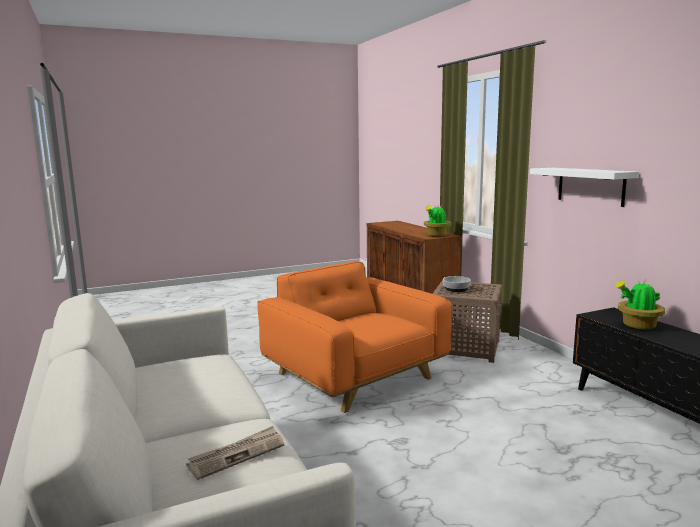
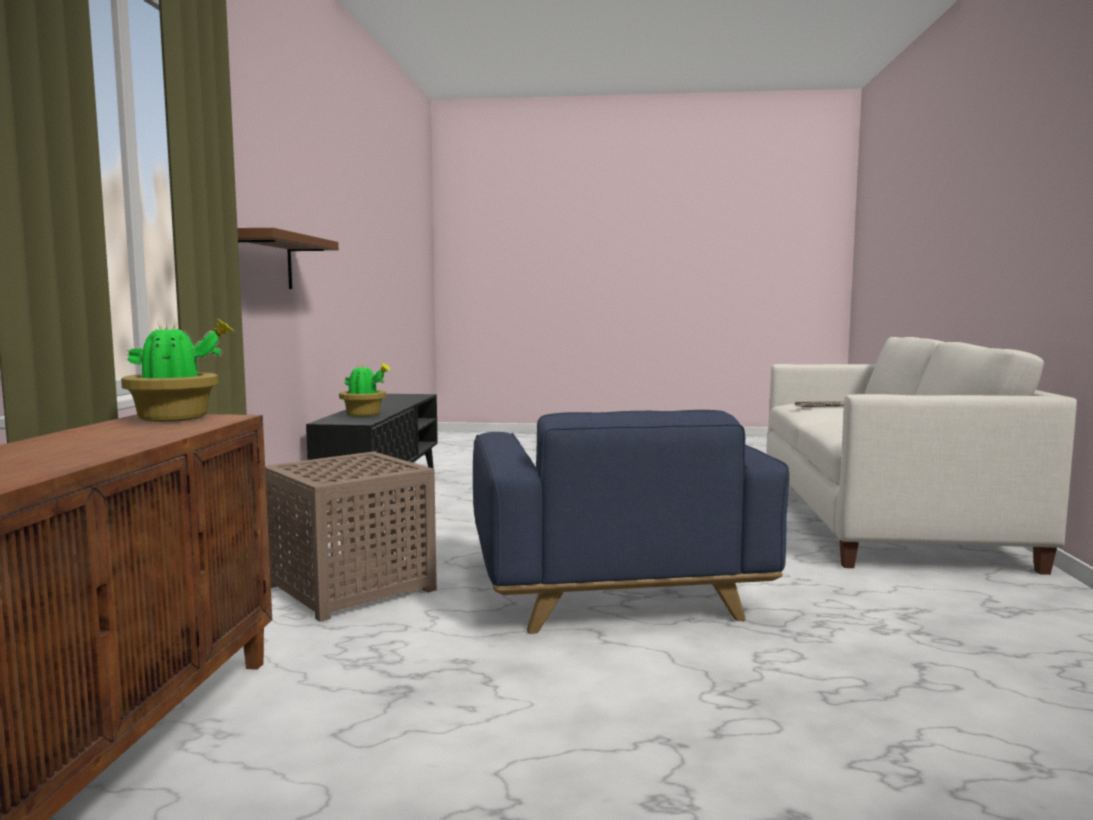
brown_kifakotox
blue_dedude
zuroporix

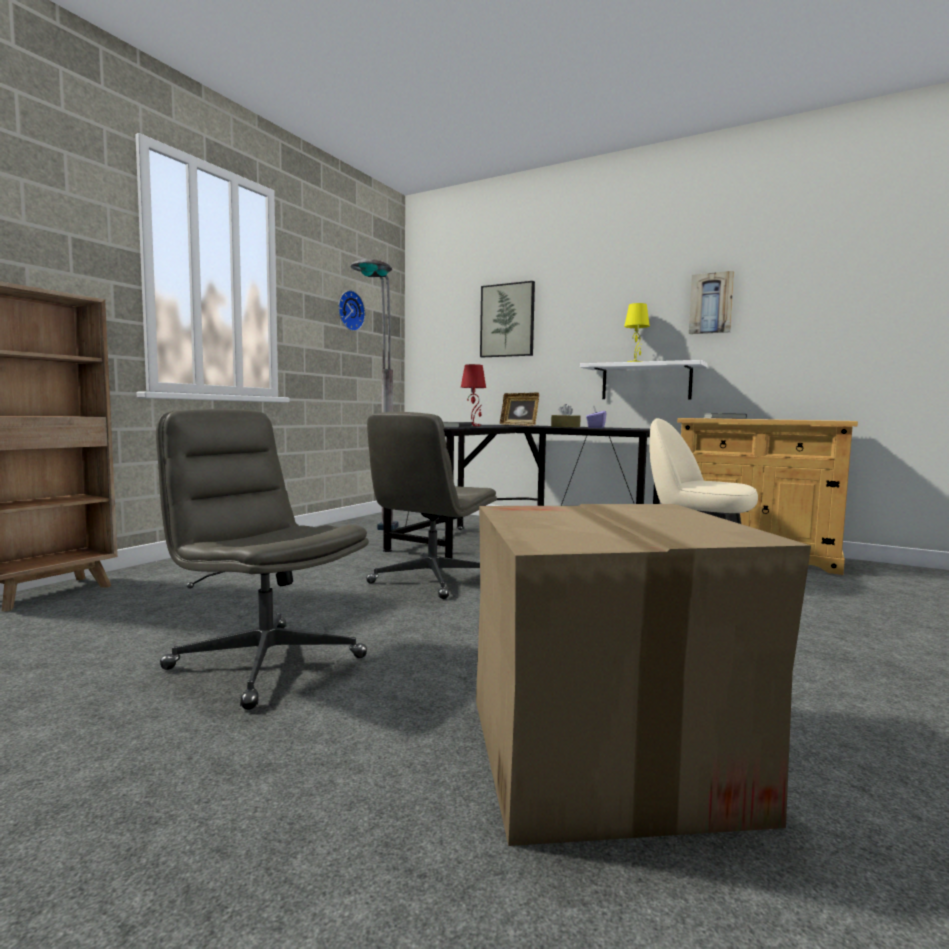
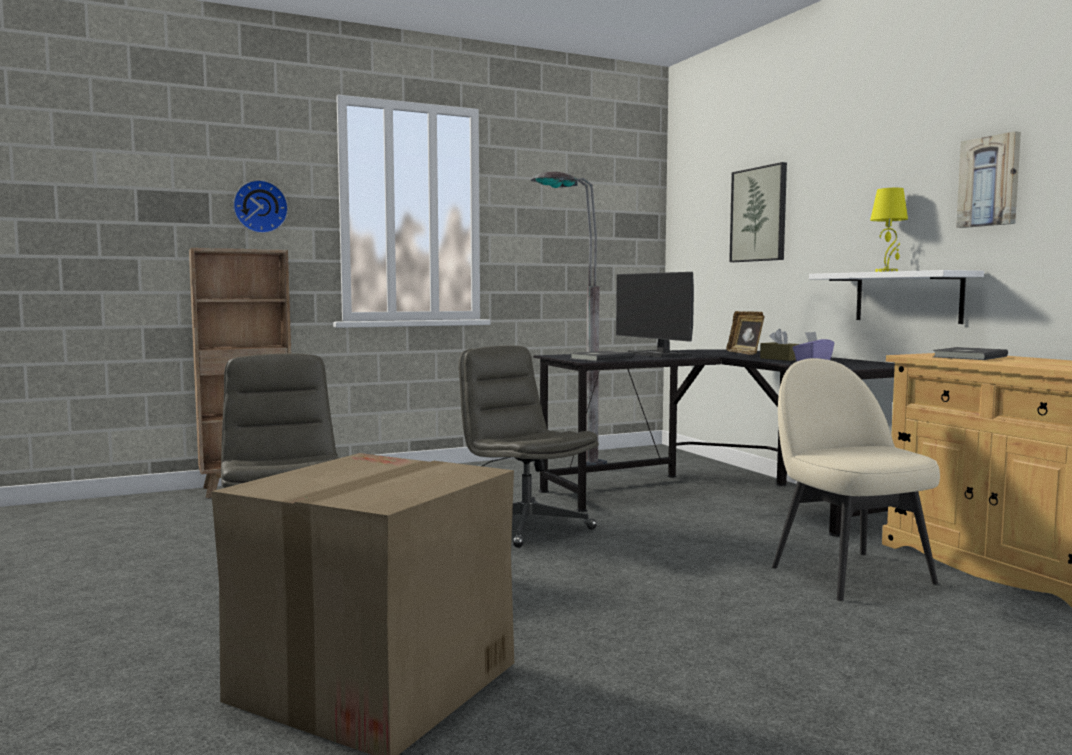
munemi
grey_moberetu (2nd from left)
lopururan

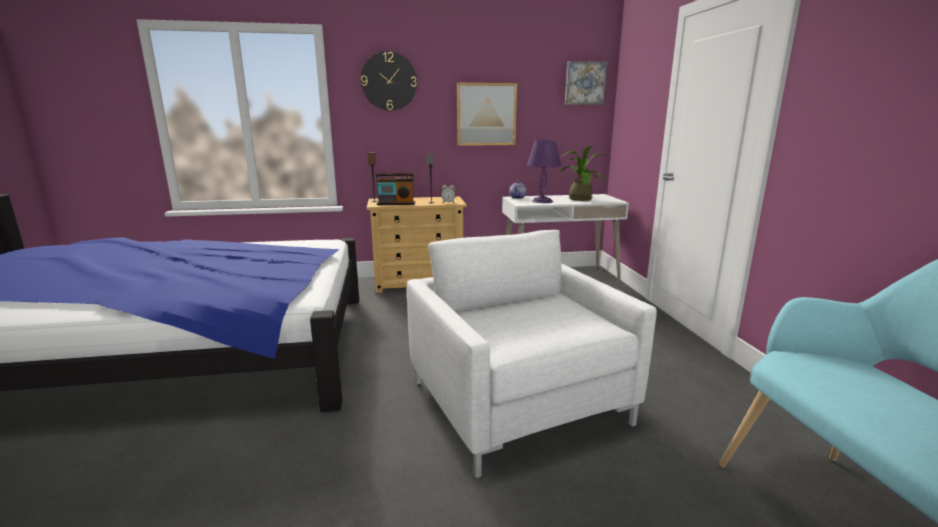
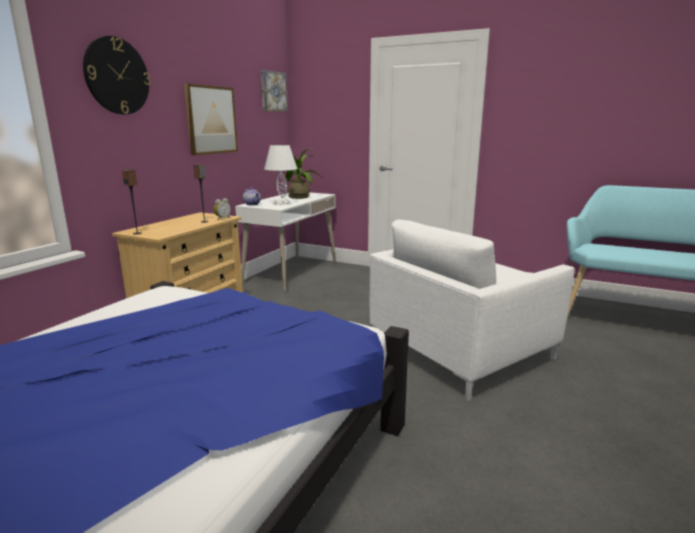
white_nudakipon
white_dedude
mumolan

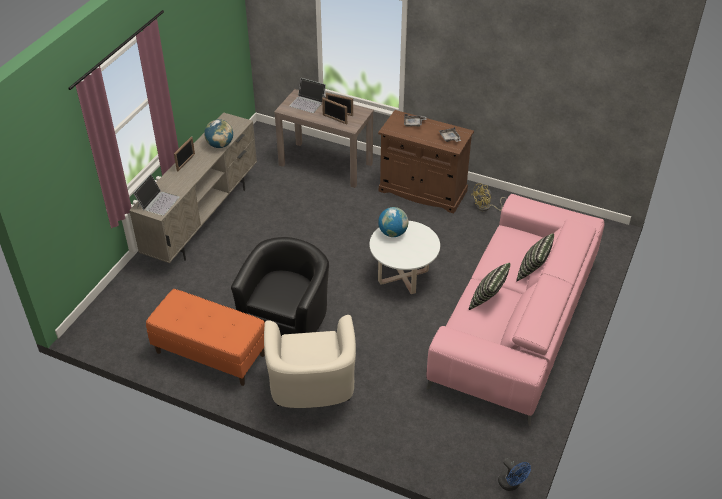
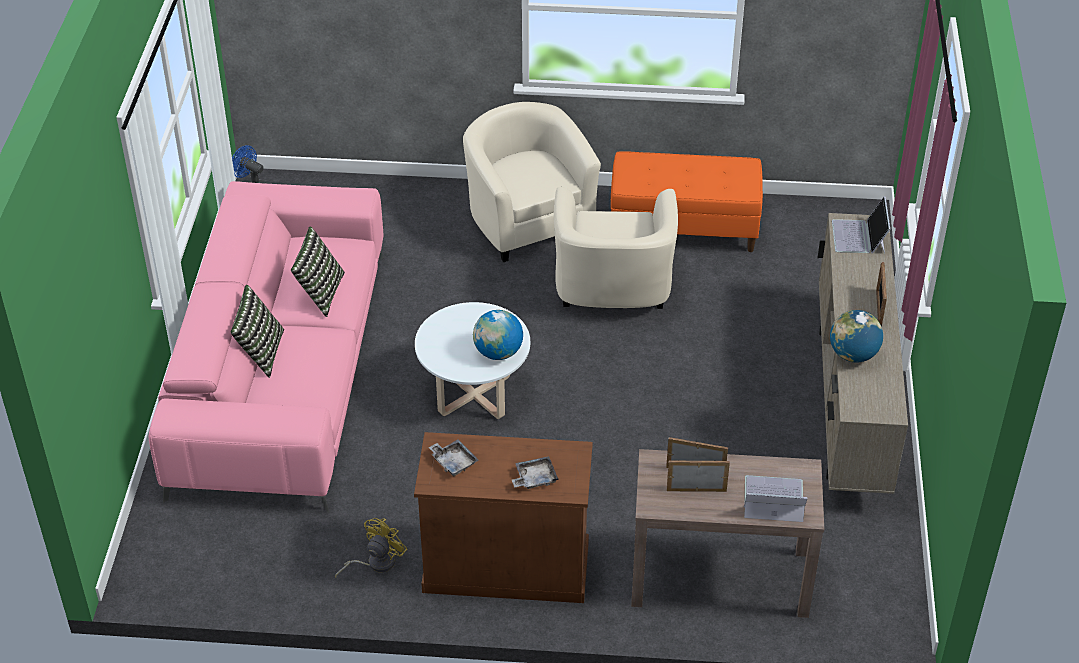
beige_dedude (2nd from left)

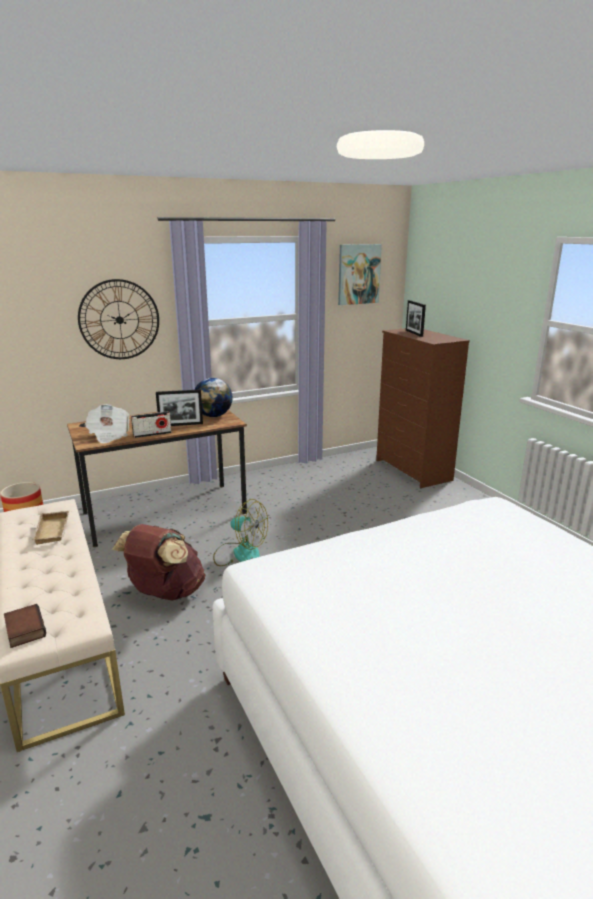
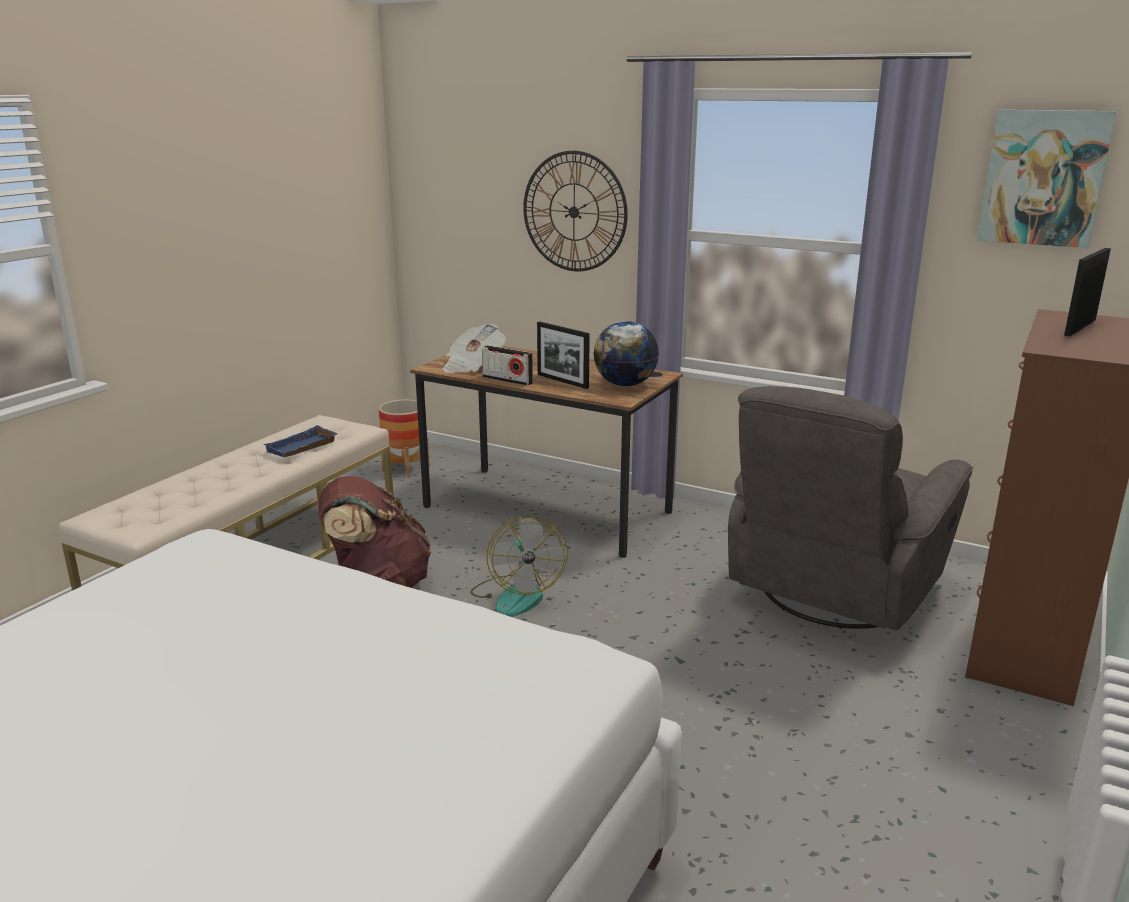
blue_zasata
grey_dedude
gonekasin

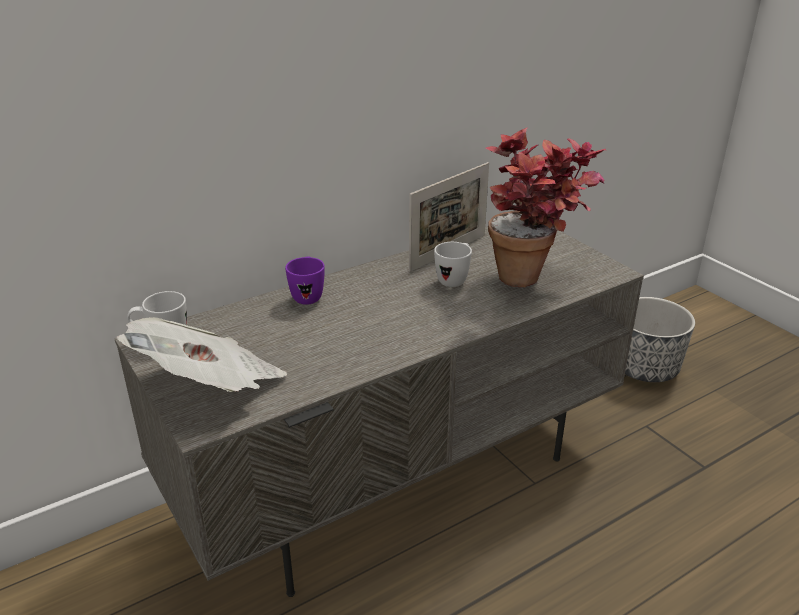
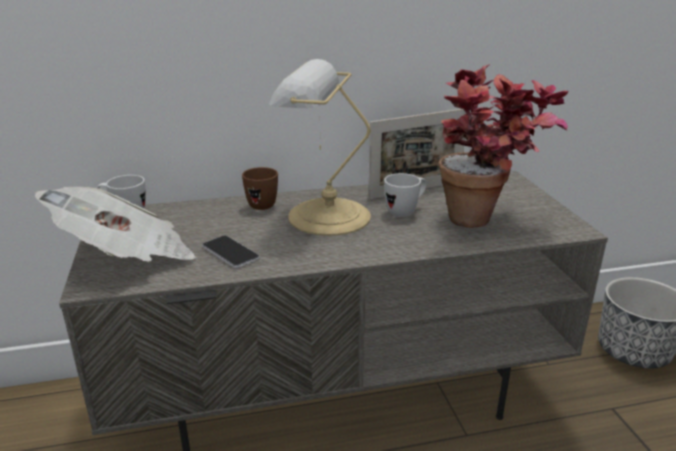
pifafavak
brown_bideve
nudakipon

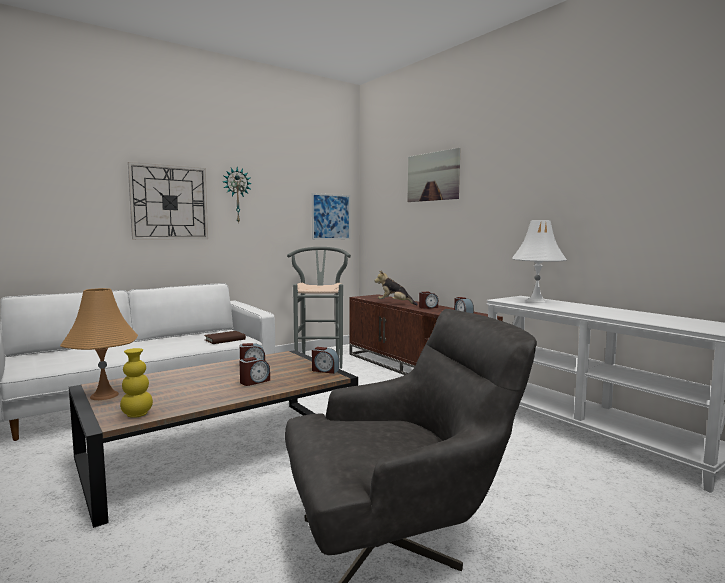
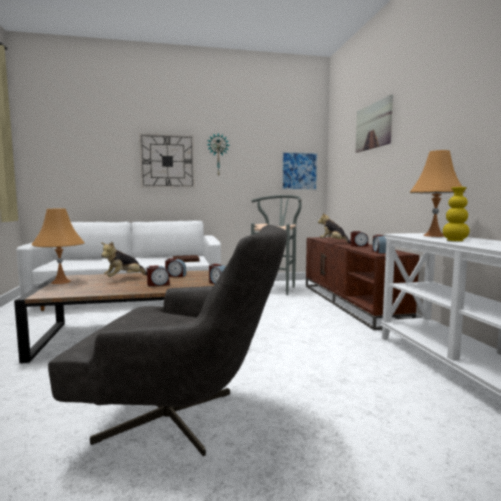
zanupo (1st from left)
orange_nudakipon (2nd from left)
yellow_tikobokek

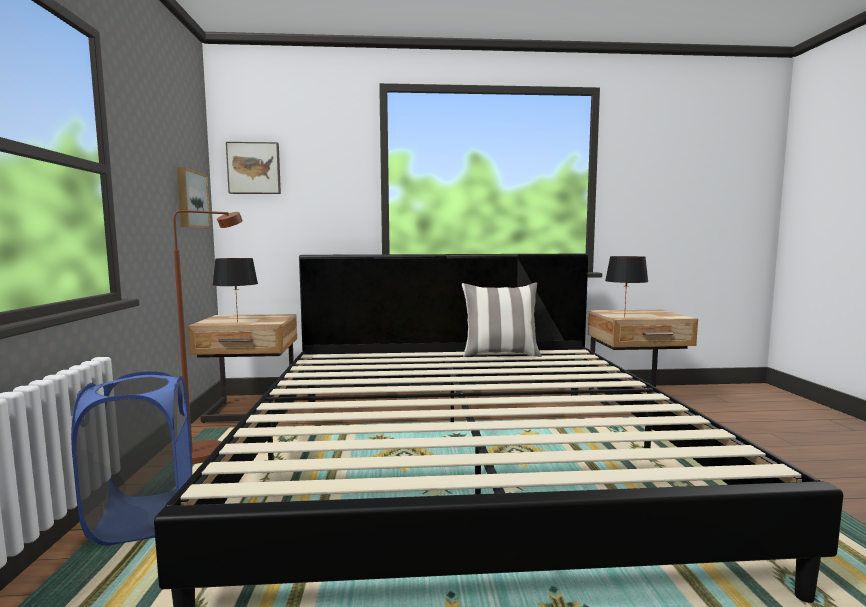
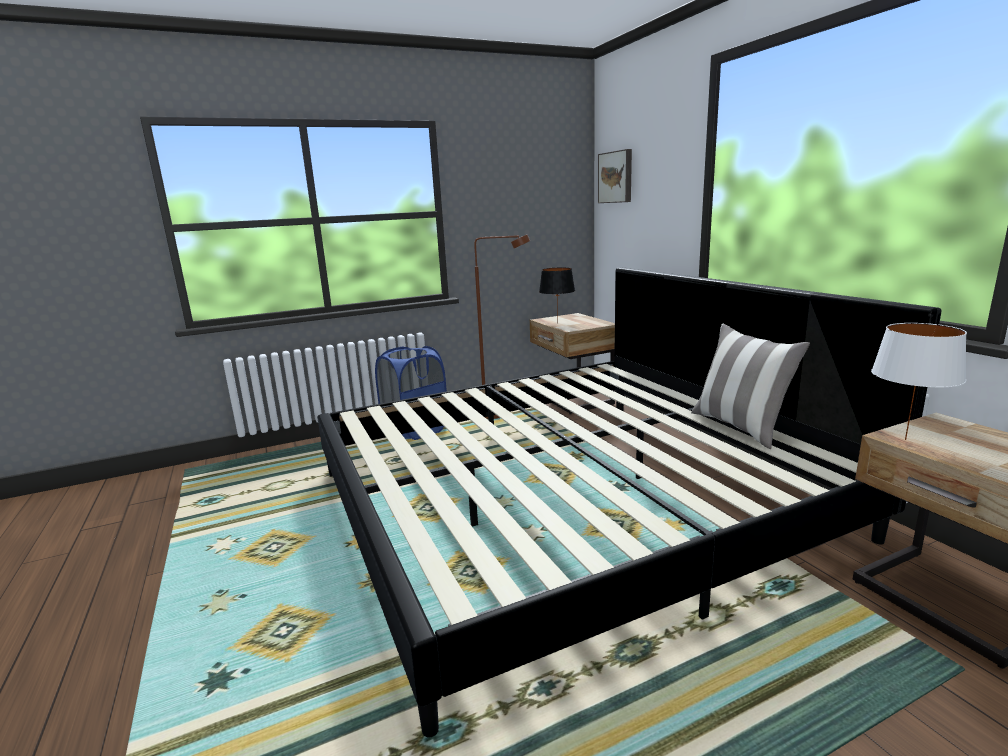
white_nudakipon
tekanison (1st from left in the first image)

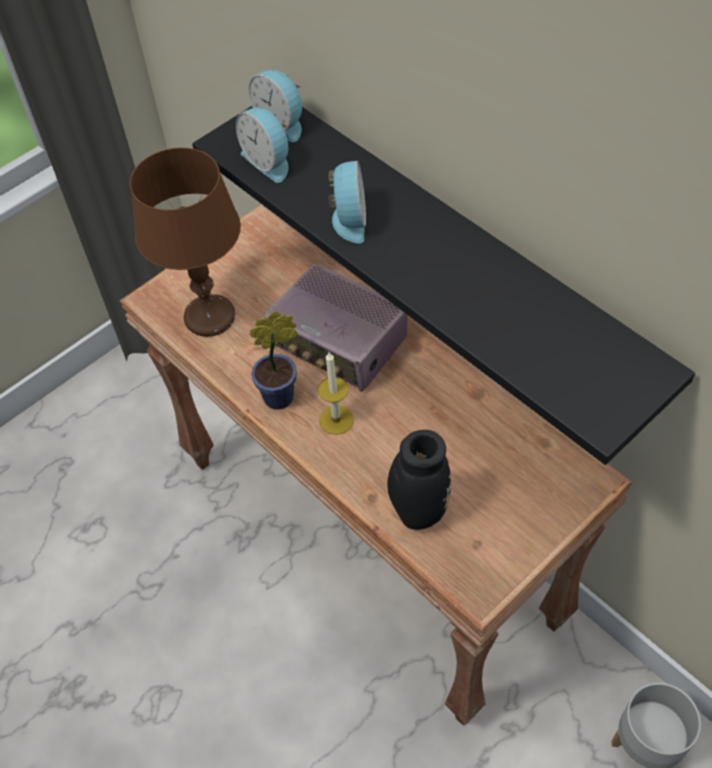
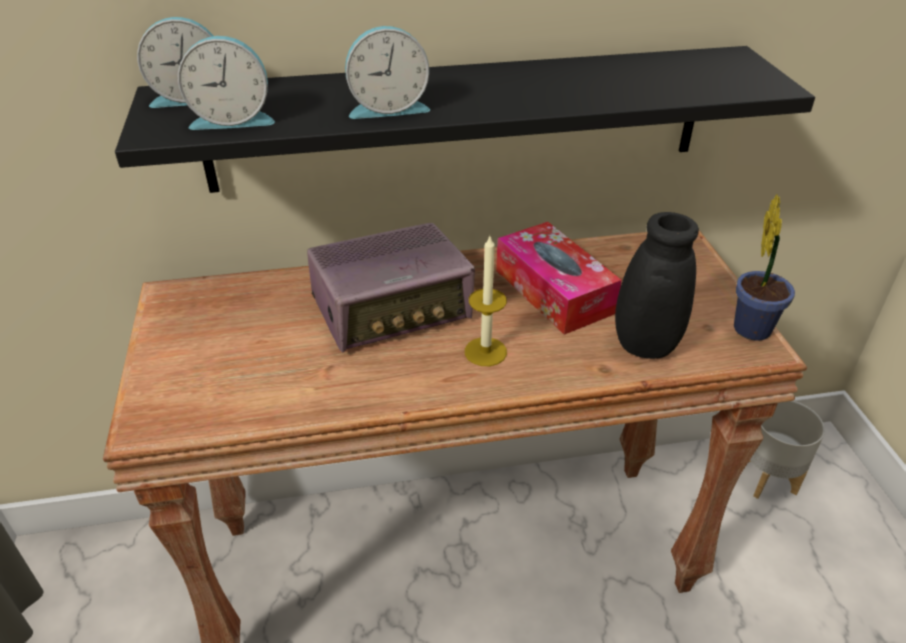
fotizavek (3rd from left)
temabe
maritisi
brown_nudakipon

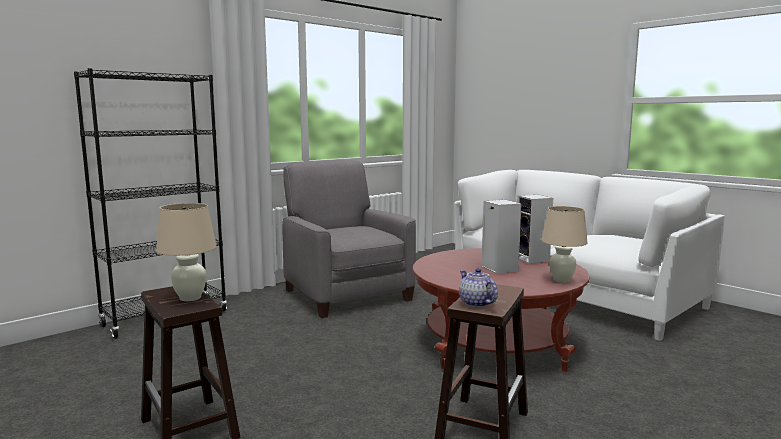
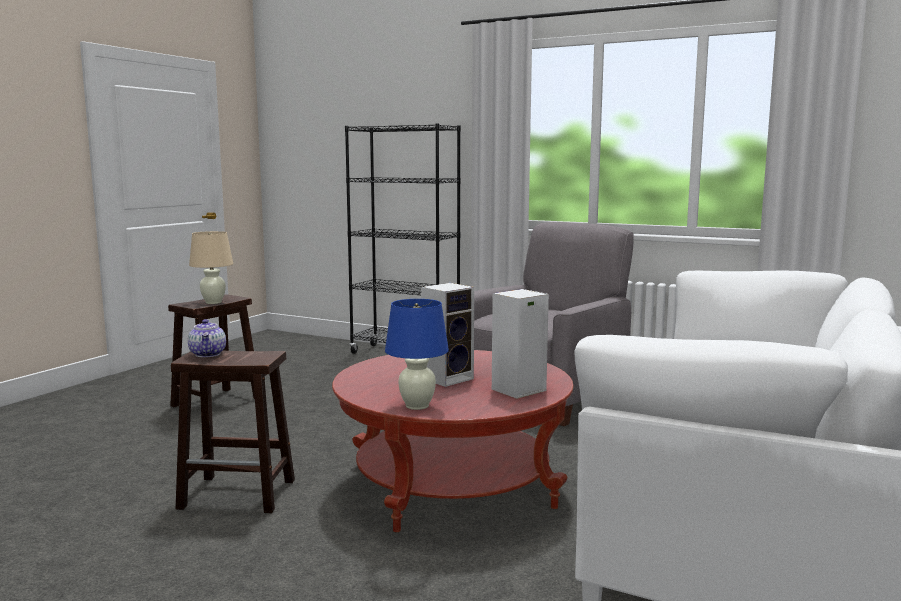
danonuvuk
blue_nudakipon

